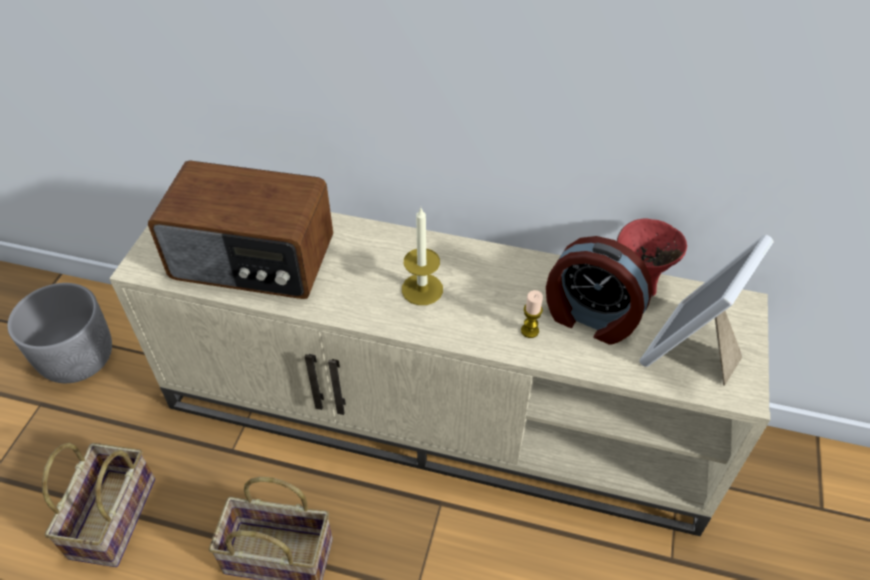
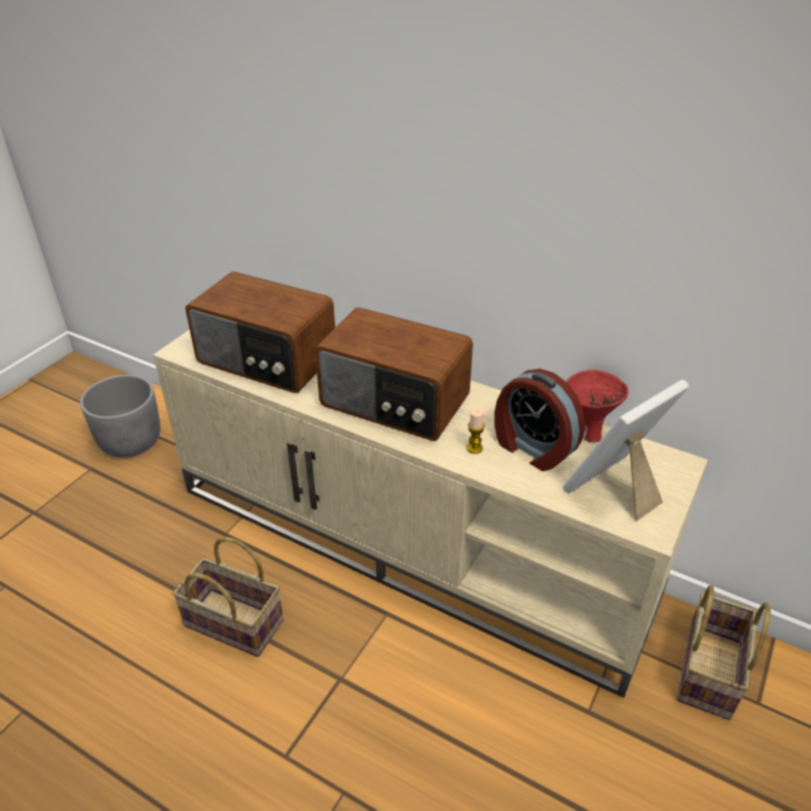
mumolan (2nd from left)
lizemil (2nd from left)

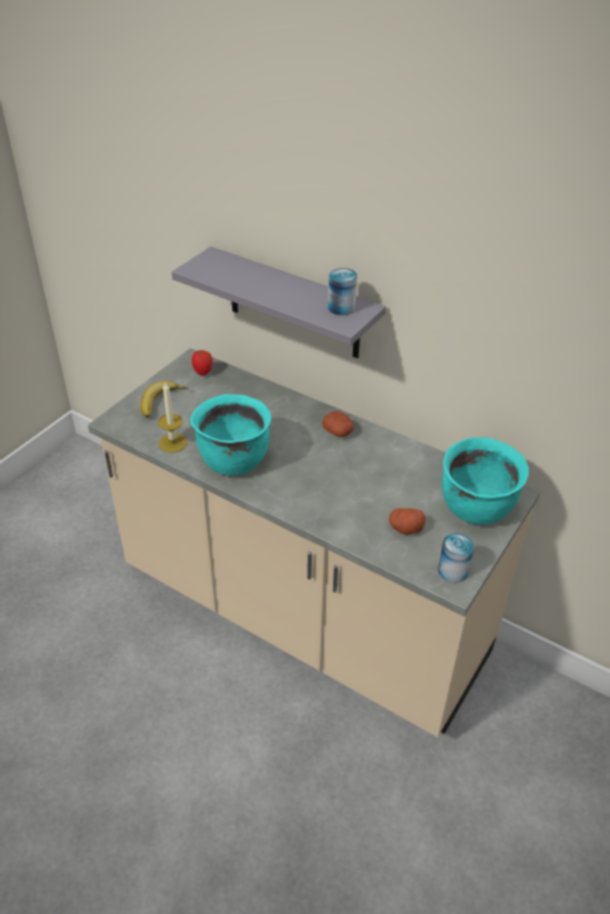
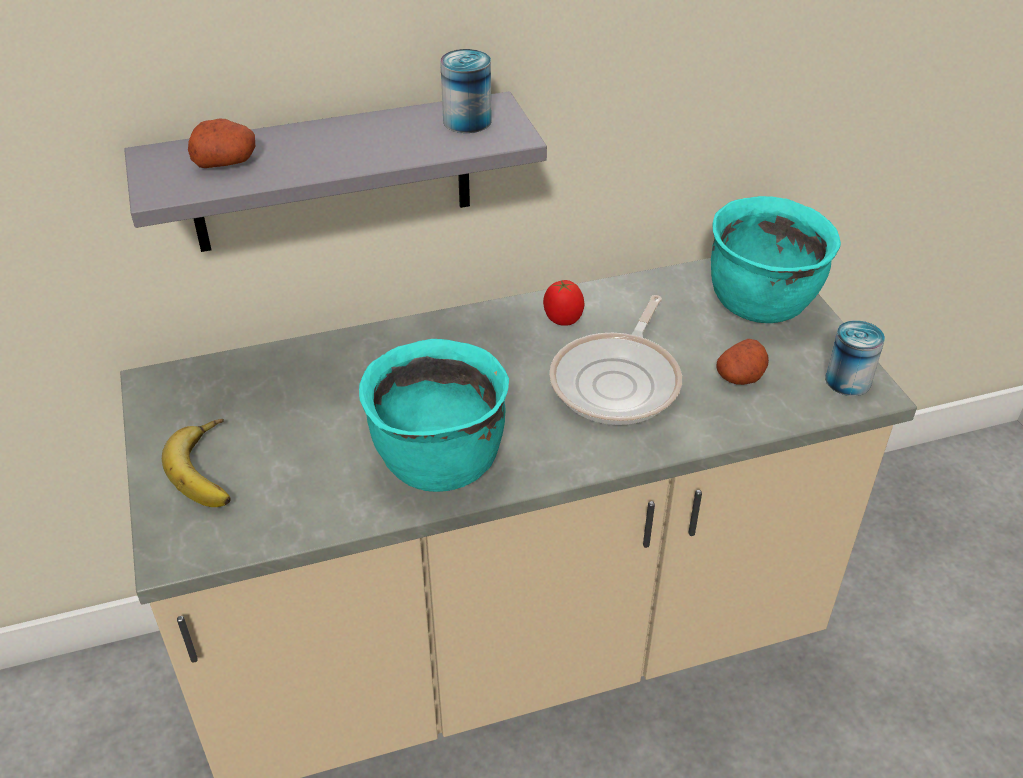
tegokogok (1st from left)
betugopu
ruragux
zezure

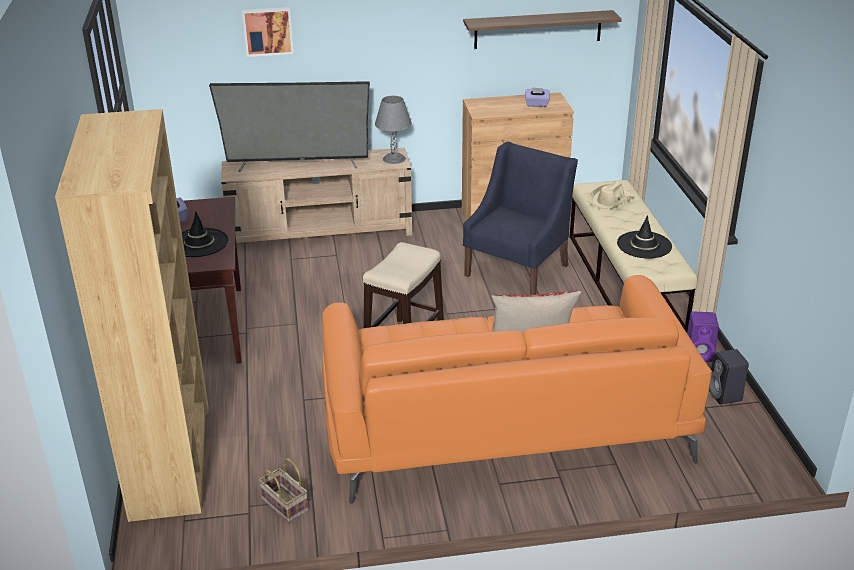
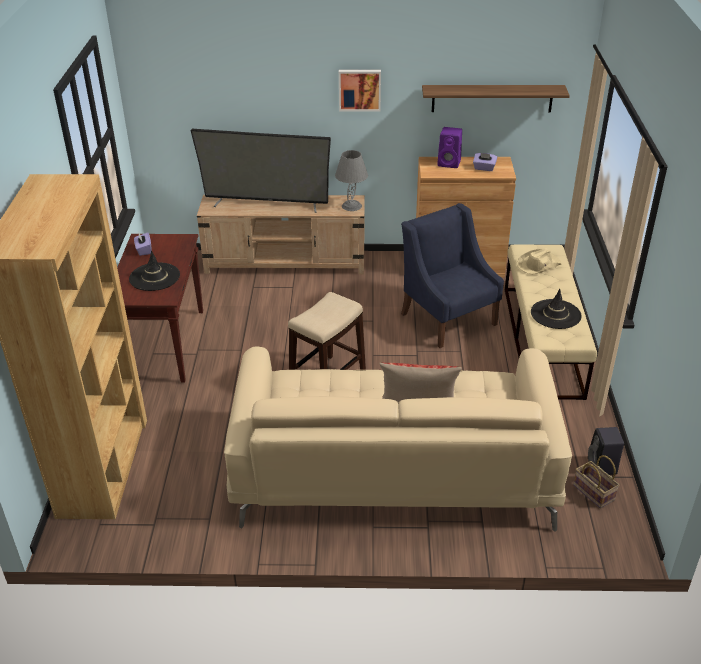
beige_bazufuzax
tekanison
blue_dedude
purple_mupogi
lizemil

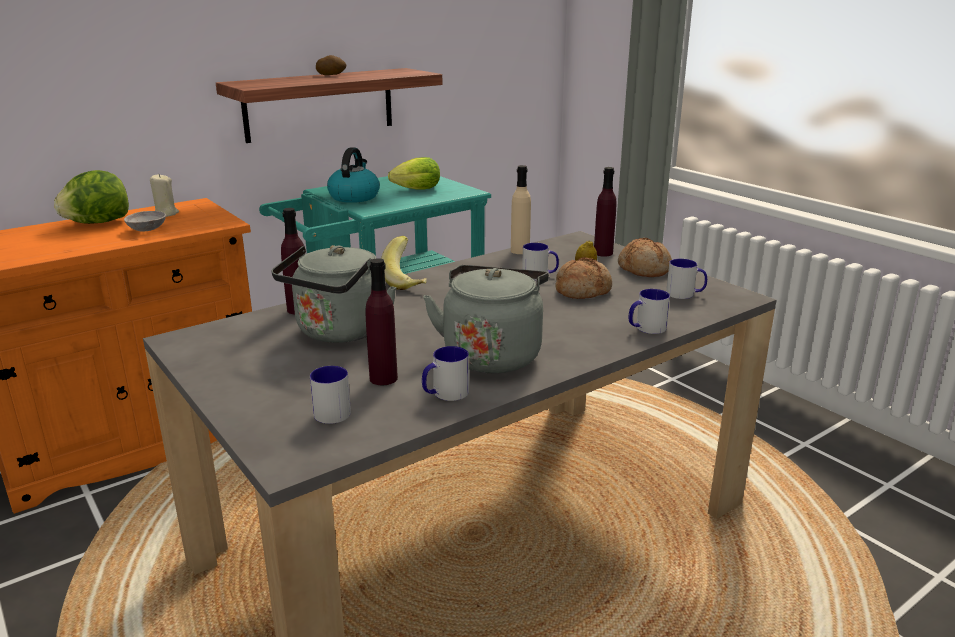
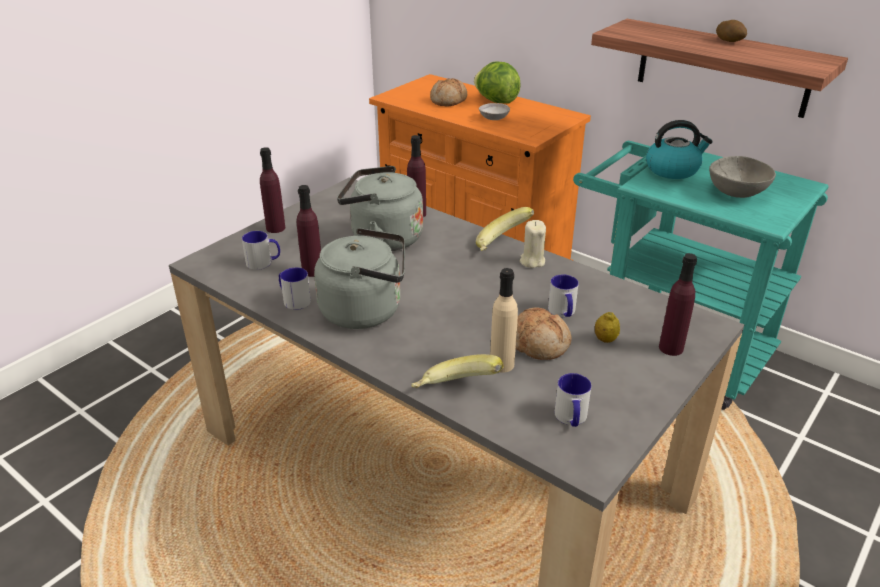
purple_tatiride (1st from left)
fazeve (1st from left)
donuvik (1st from left)
beige_tatiride
beige_zezure
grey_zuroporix (2nd from left)

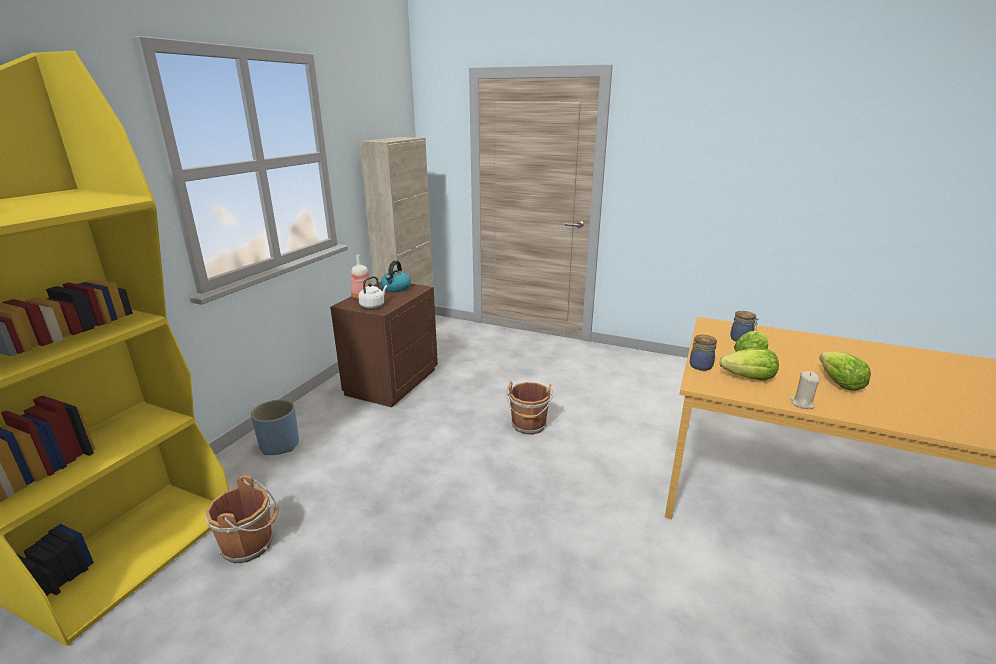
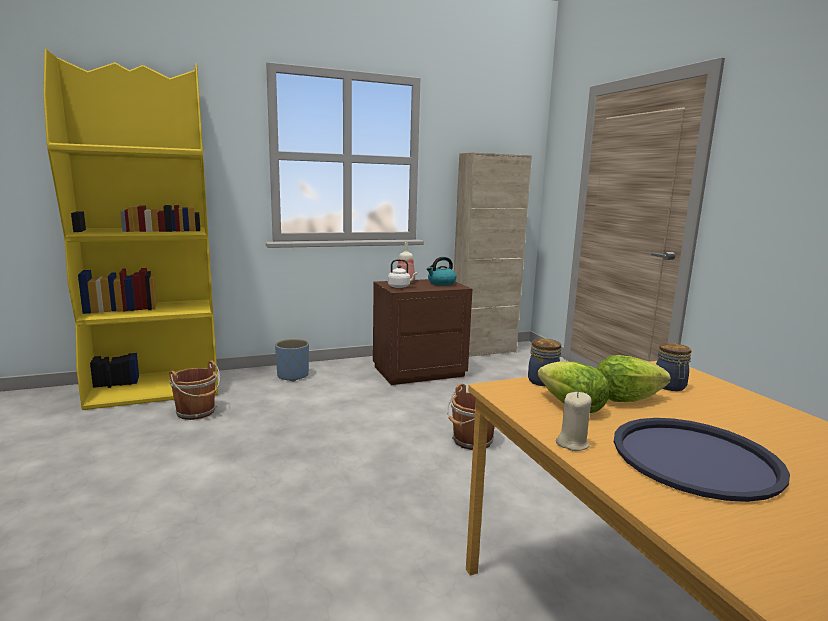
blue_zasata

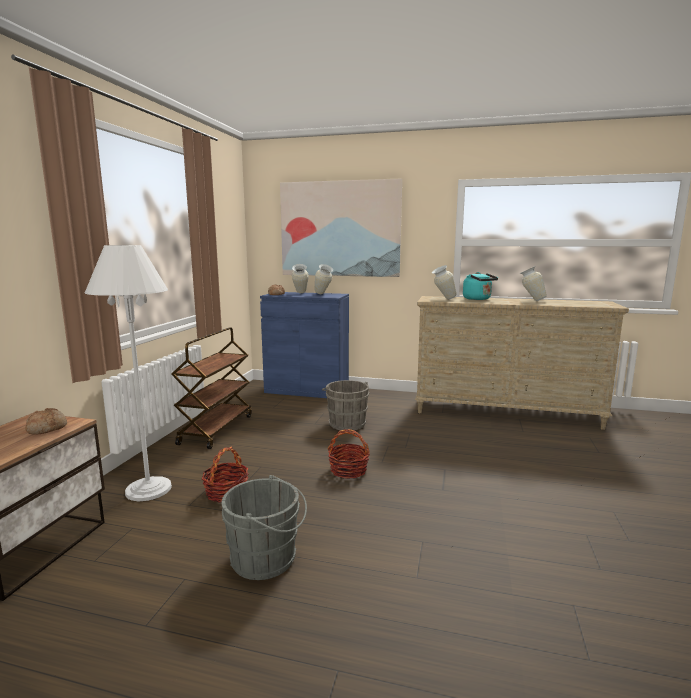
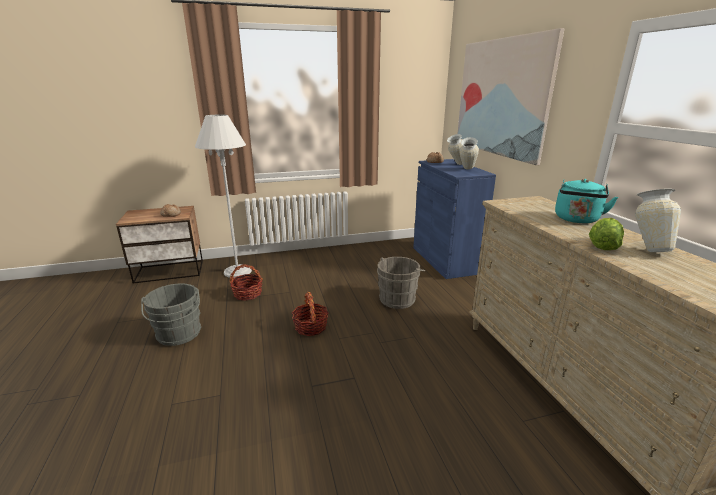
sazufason
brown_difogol
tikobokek (3rd from left in the first image)

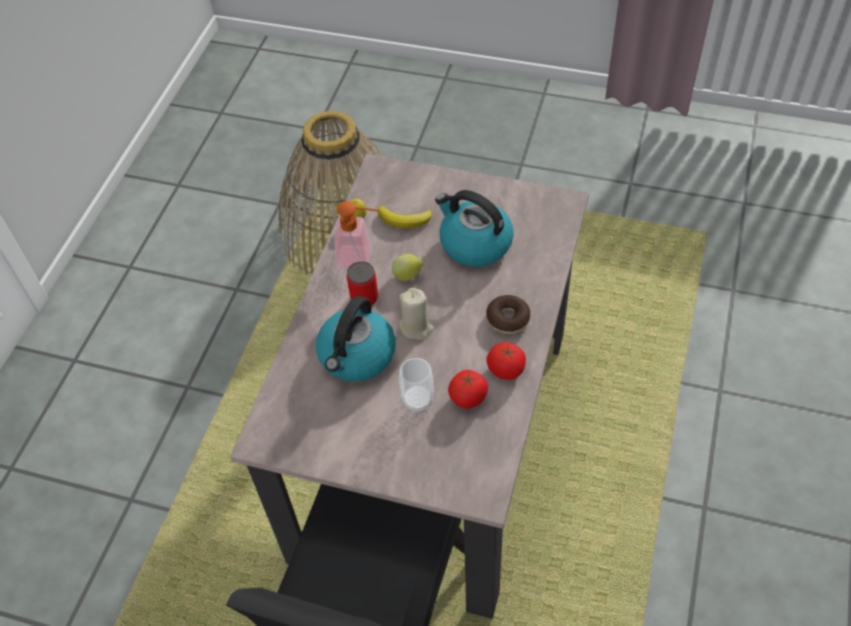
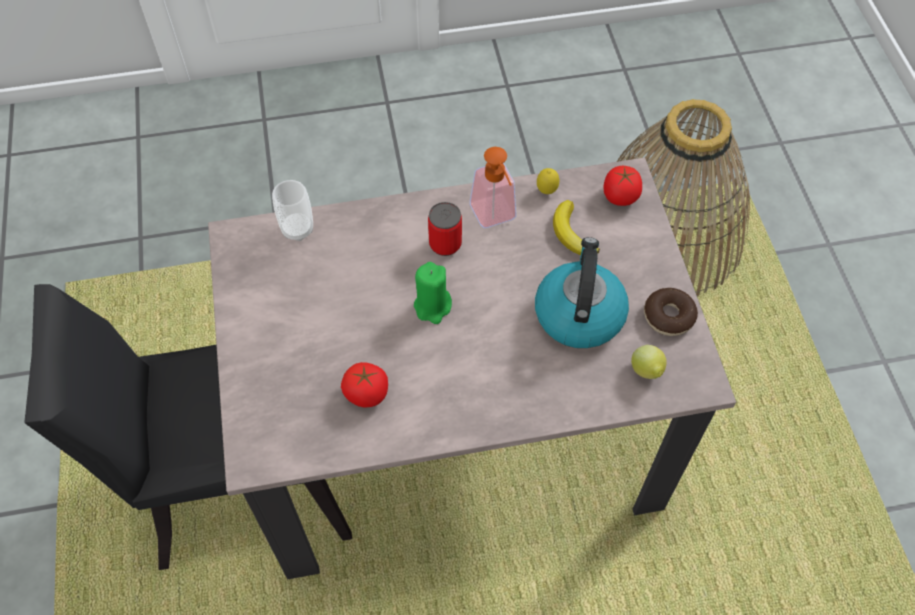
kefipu
green_zezure
betugopu (2nd from left)
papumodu (2nd from left)
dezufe
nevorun (1st from left in the first image)

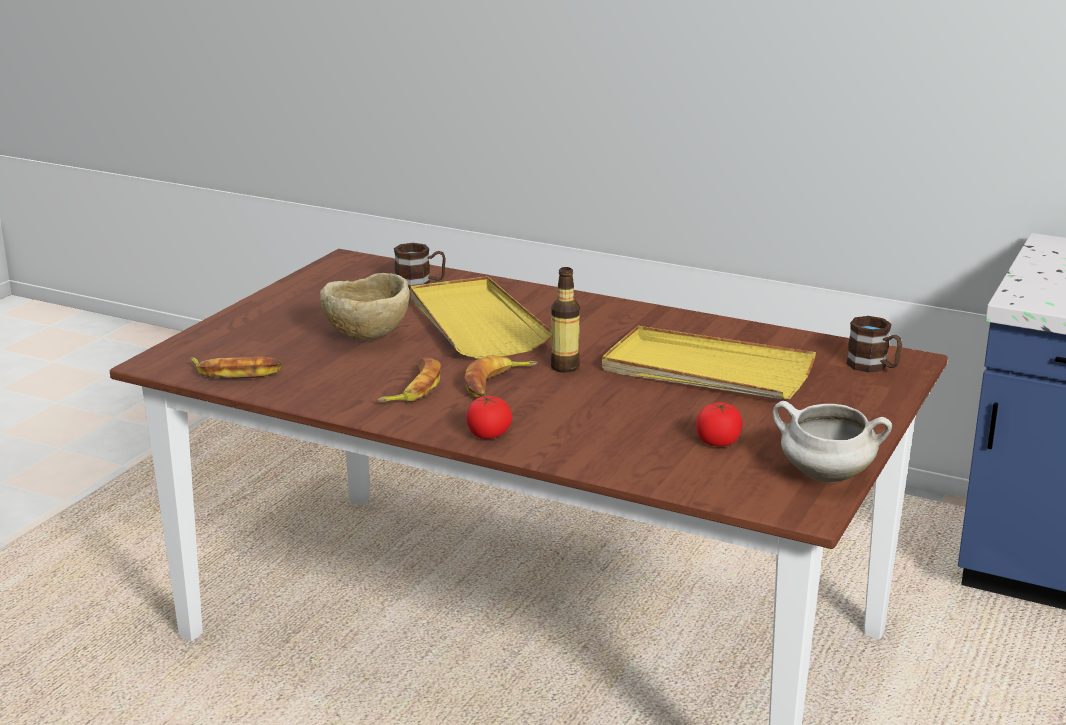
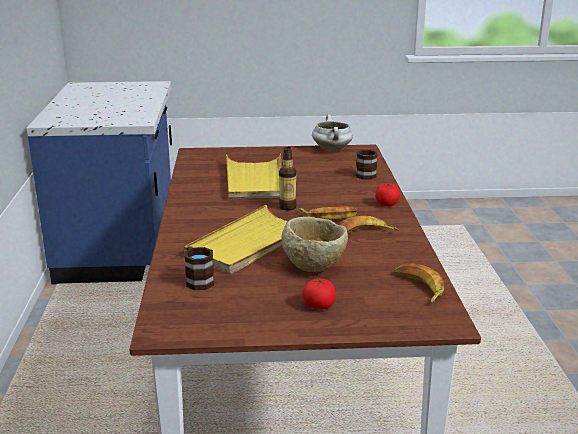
betugopu (1st from left)
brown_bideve (2nd from left)

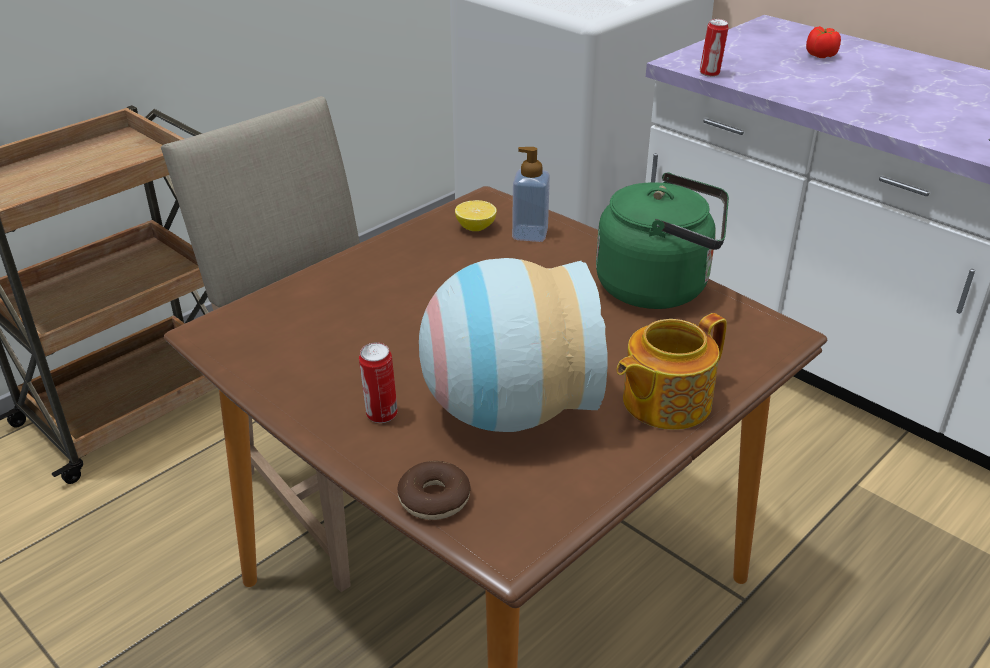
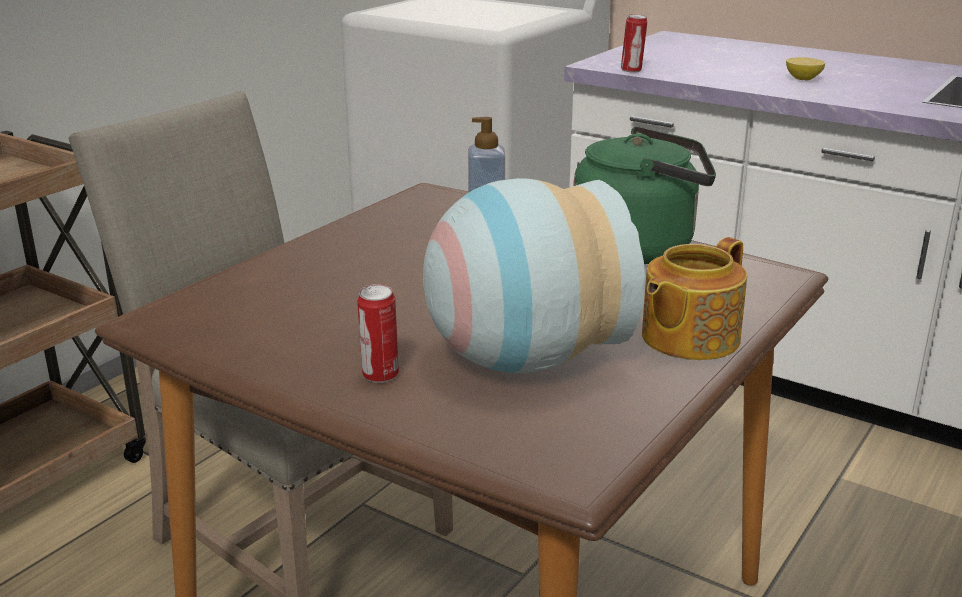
papumodu
dezufe
betugopu

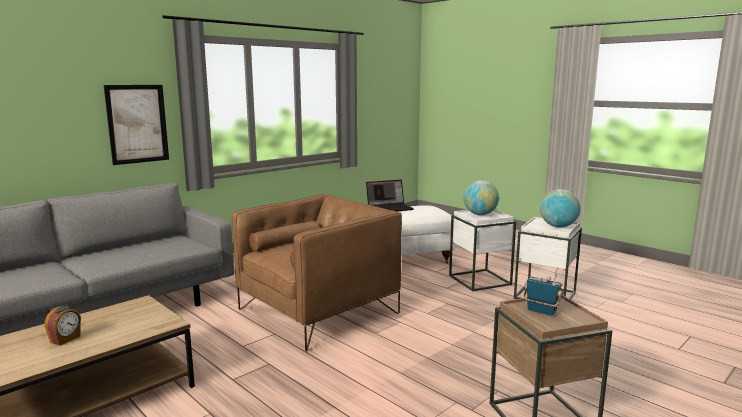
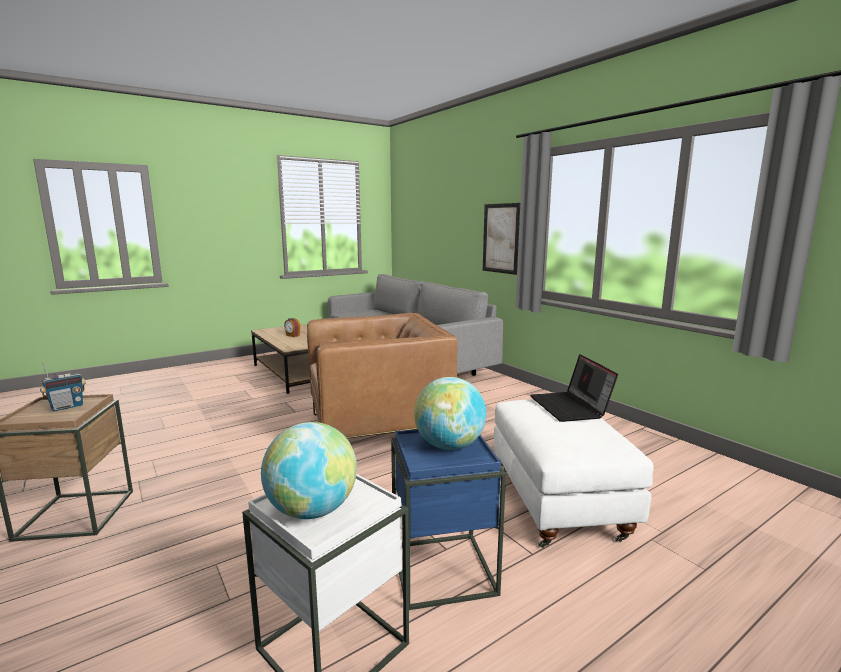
brown_dedude
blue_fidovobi

